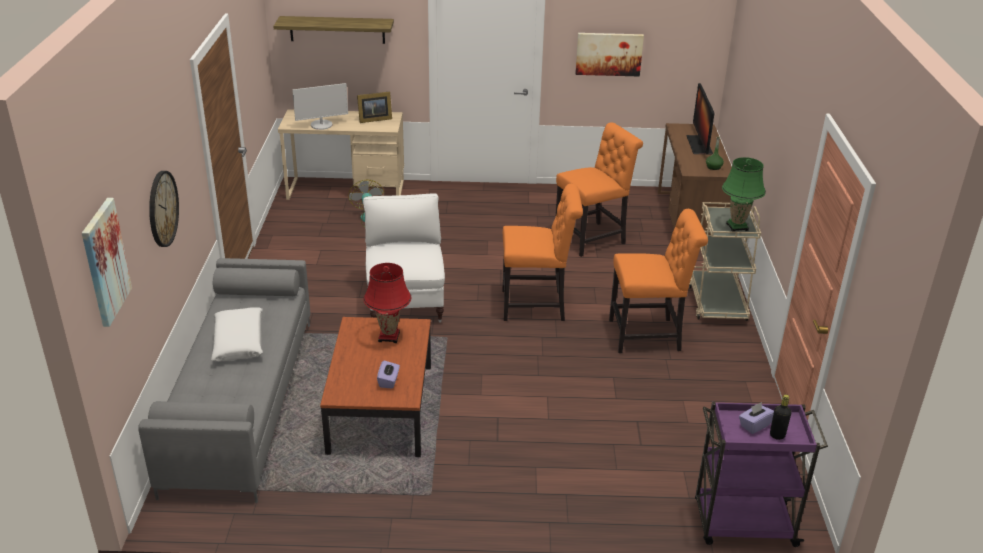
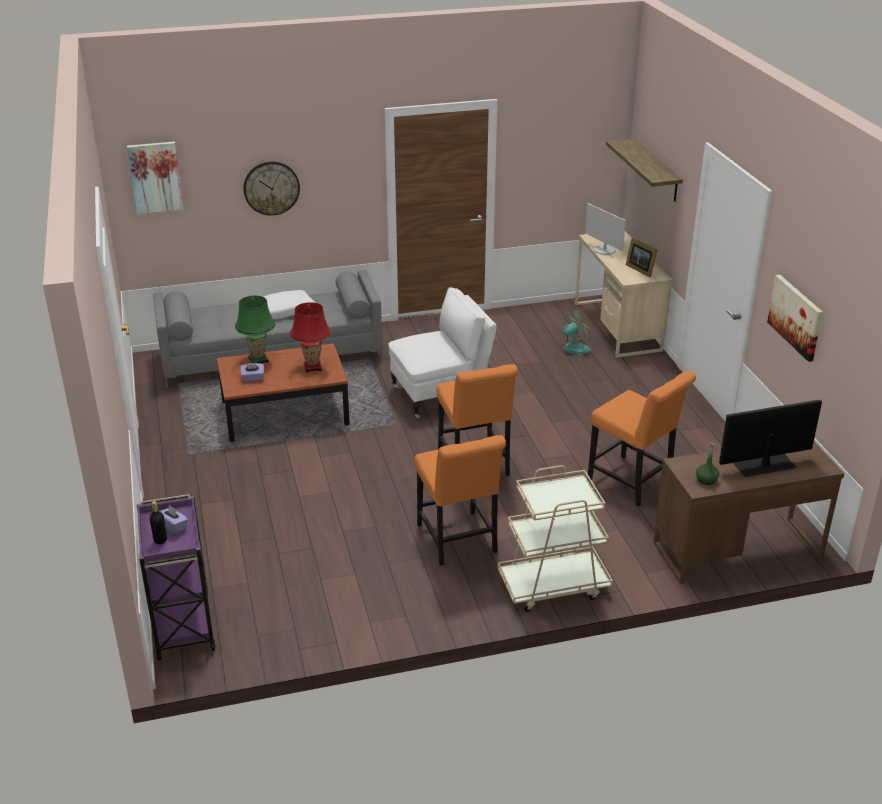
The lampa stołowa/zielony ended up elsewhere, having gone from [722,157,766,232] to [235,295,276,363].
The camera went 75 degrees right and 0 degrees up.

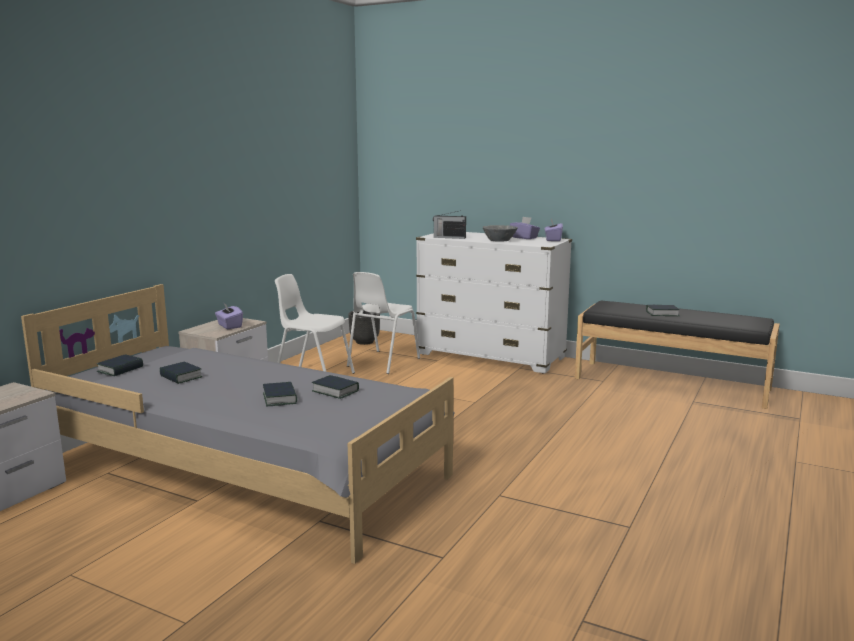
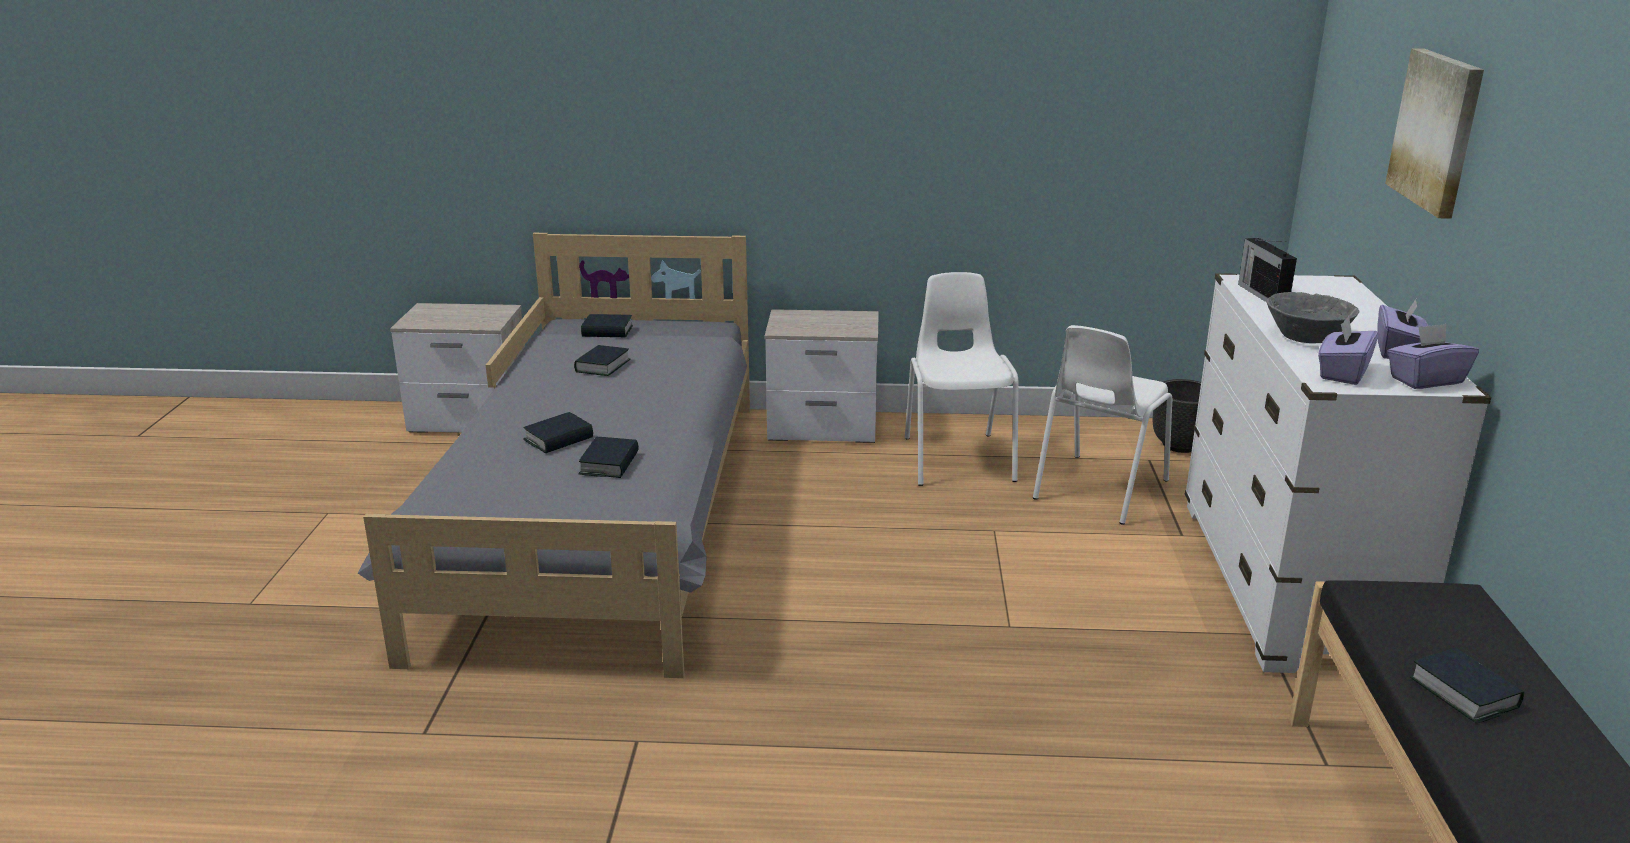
The krzesło/biały at [347,272,420,374] ended up facing another way, 60 degrees counterclockwise from before.
The pudełko chusteczek/fioletowy ended up elsewhere, having gone from [215,302,243,329] to [1318,316,1378,385].
The second view gained the obraz at [1385,48,1484,219].
The camera went 65 degrees right and 10 degrees up.

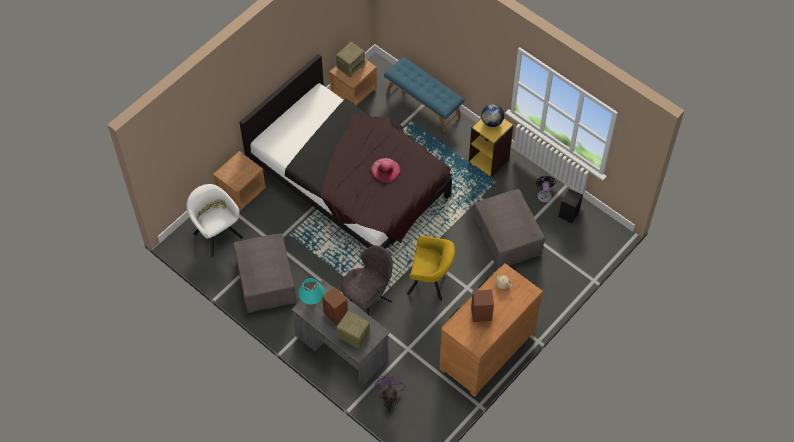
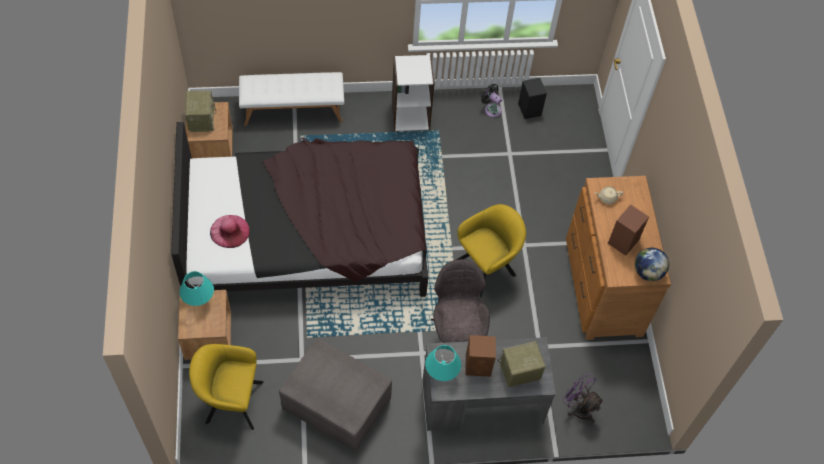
The second view gained the lampa stołowa/turkusowy at [179,271,214,306].
What was the fotel/biały at [186,184,243,257] turned into the fotel/żółty at [189,344,263,430].
The kapelusz/różowy ended up elsewhere, having gone from [371,158,400,183] to [210,215,250,248].
What was the ławka/niebieski at [384,57,464,132] turned into the ławka/biały at [239,72,344,126].
What was the regał/żółty at [469,118,514,177] turned into the regał/biały at [392,55,434,131].
The globus ended up elsewhere, having gone from [481,104,504,127] to [635,248,669,281].
The second view lost the pufa/szary at [473,189,545,269].
The camera went 50 degrees left and 0 degrees up.

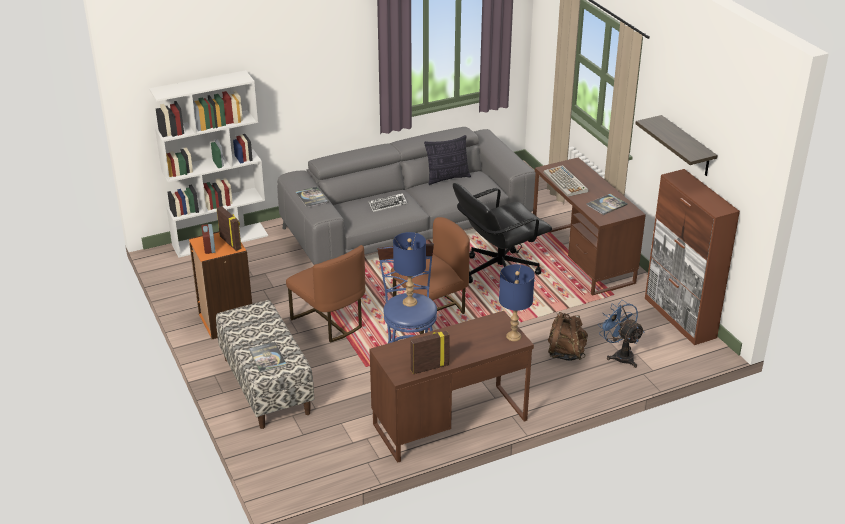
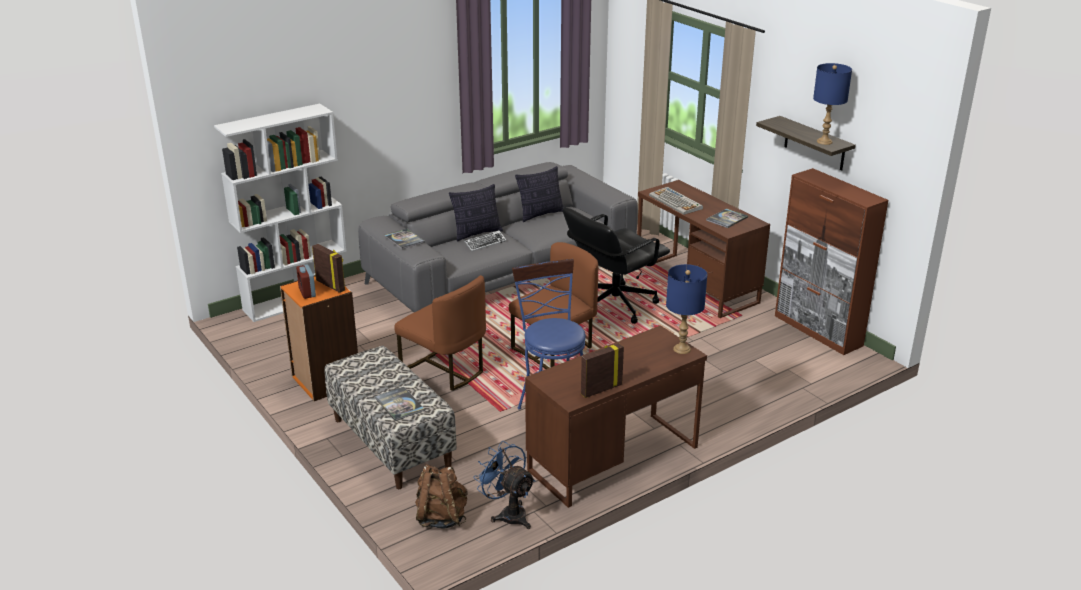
The plecak/brązowy ended up elsewhere, having gone from [548,312,588,361] to [415,464,468,529].
The second view gained the poduszka at [449,184,503,242].
The wentylator/niebieski ended up elsewhere, having gone from [598,300,645,368] to [474,441,536,529].
The lampa stołowa/niebieski ended up elsewhere, having gone from [393,232,426,307] to [813,63,852,145].
The camera went 10 degrees left and 5 degrees down.

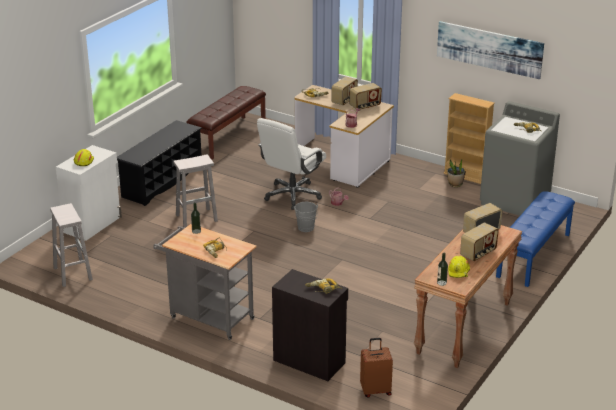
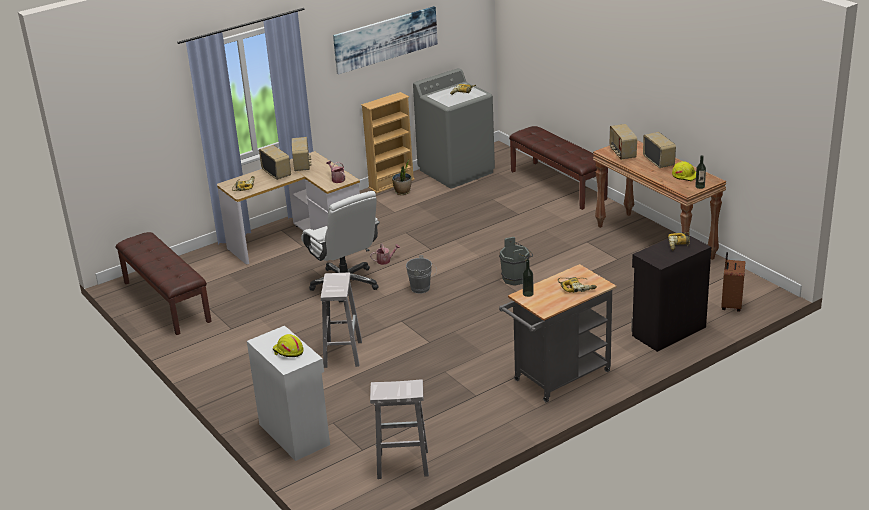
The second view gained the wiadro/szary at [499,237,533,285].
What was the ławka/niebieski at [496,191,575,287] turned into the ławka/brązowy at [509,126,608,210].
The second view lost the regał na buty/czarny at [117,120,202,206].
The camera went 65 degrees left and 0 degrees up.

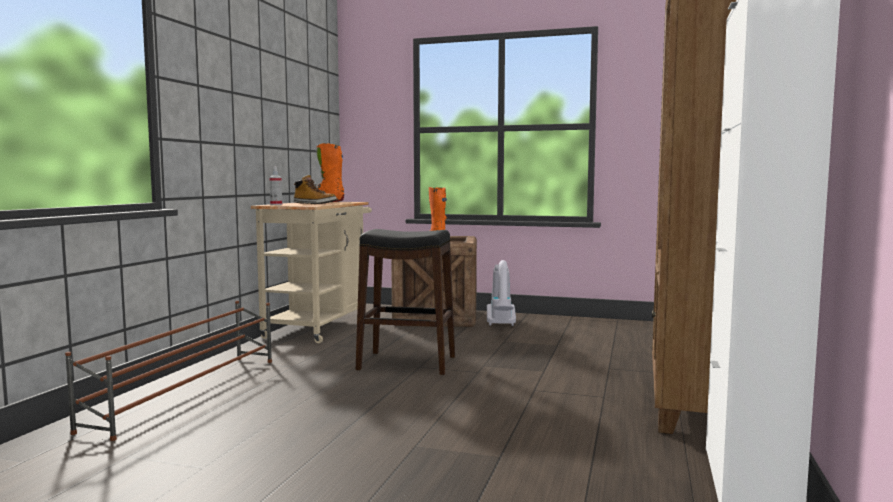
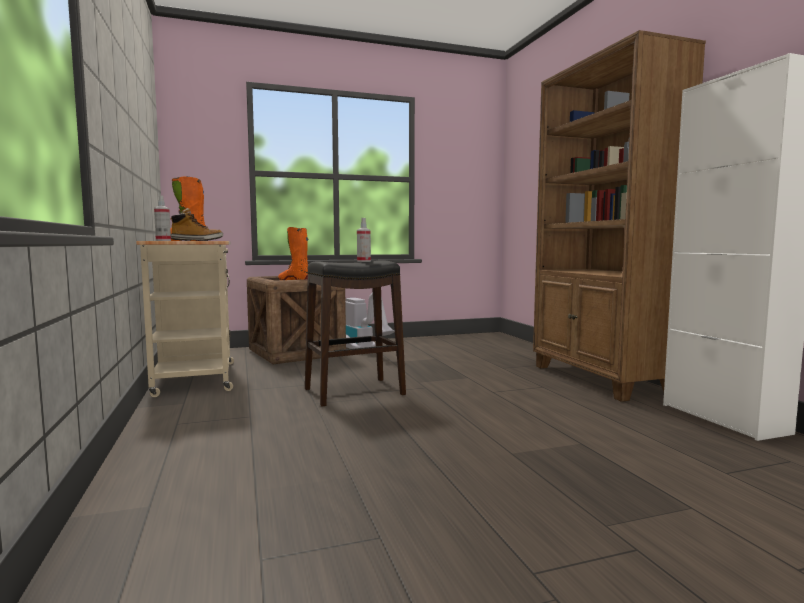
The second view gained the spryskiwacz at [357,218,371,262].
The second view lost the regał na buty/brązowy at [65,301,272,441].
The camera went 35 degrees left and 0 degrees up.

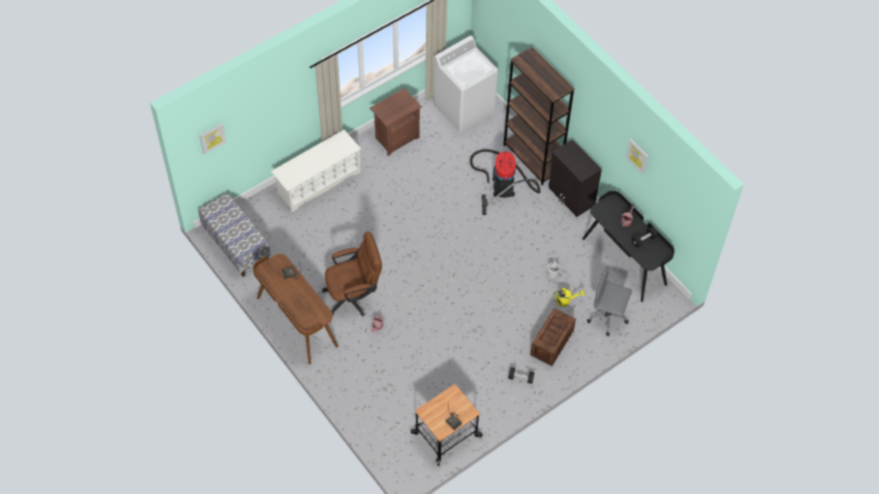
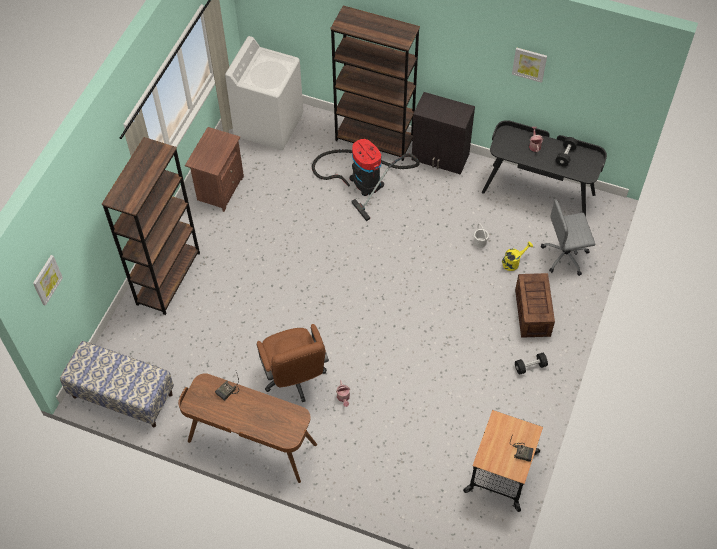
Where the regał na buty/biały stood at [271,130,361,212], the regał/brązowy came to stand at [102,137,200,315].
The krzesło biurowe/brązowy at [322,232,382,316] ended up facing another way, 120 degrees clockwise from before.
The camera went 30 degrees left and 0 degrees up.

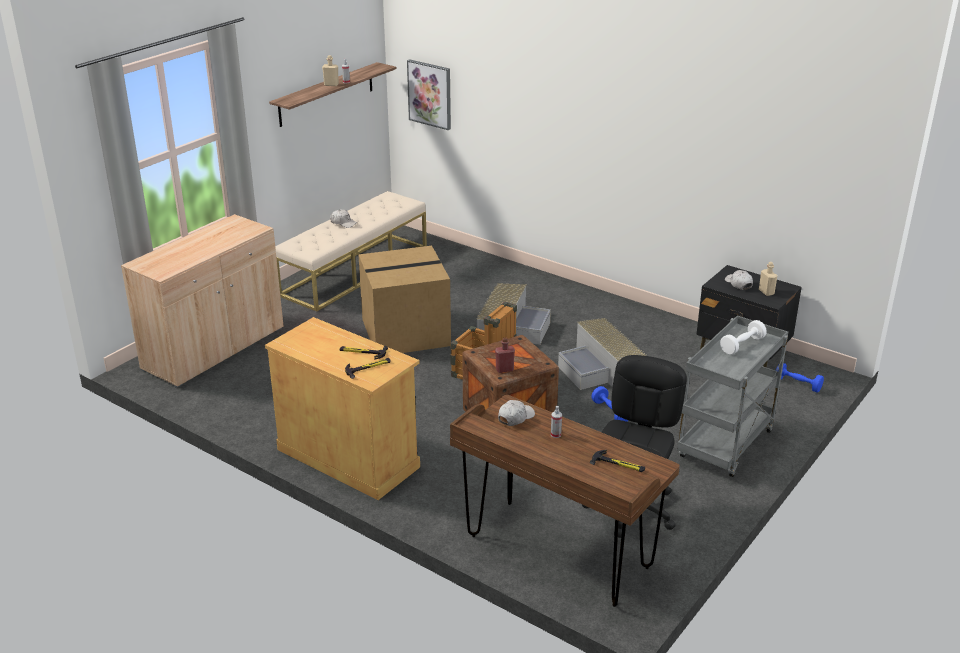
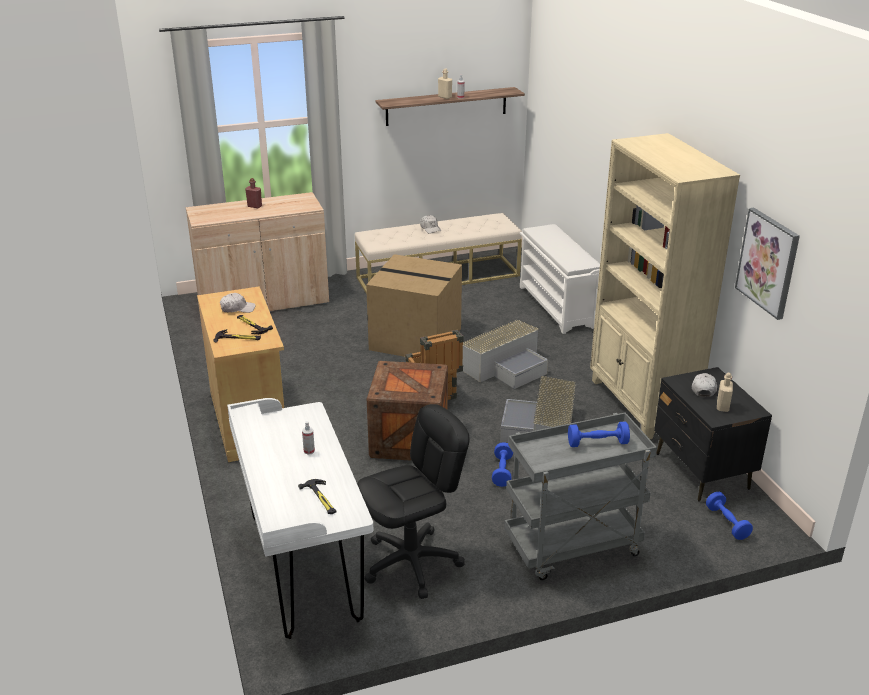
The czapka z daszkiem/biały ended up elsewhere, having gone from [498,400,535,426] to [220,293,255,313].
What was the biurko/brązowy at [450,395,680,607] turned into the biurko/biały at [227,398,373,639].
The butelka/czerwony ended up elsewhere, having gone from [495,337,515,373] to [245,178,262,208].
The second view gained the regał na buty/biały at [520,224,600,334].
What was the hantel/biały at [720,320,767,355] turned into the hantel/niebieski at [568,422,630,447].
The second view gained the regał/beżowy at [590,133,740,439].
The obraz ended up elsewhere, having gone from [407,59,451,130] to [735,208,800,320].
The camera went 35 degrees right and 0 degrees up.

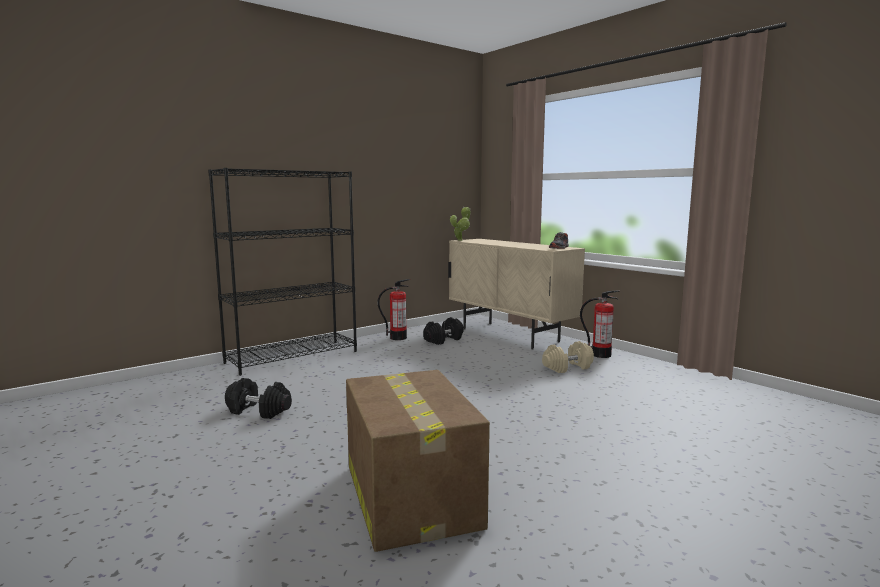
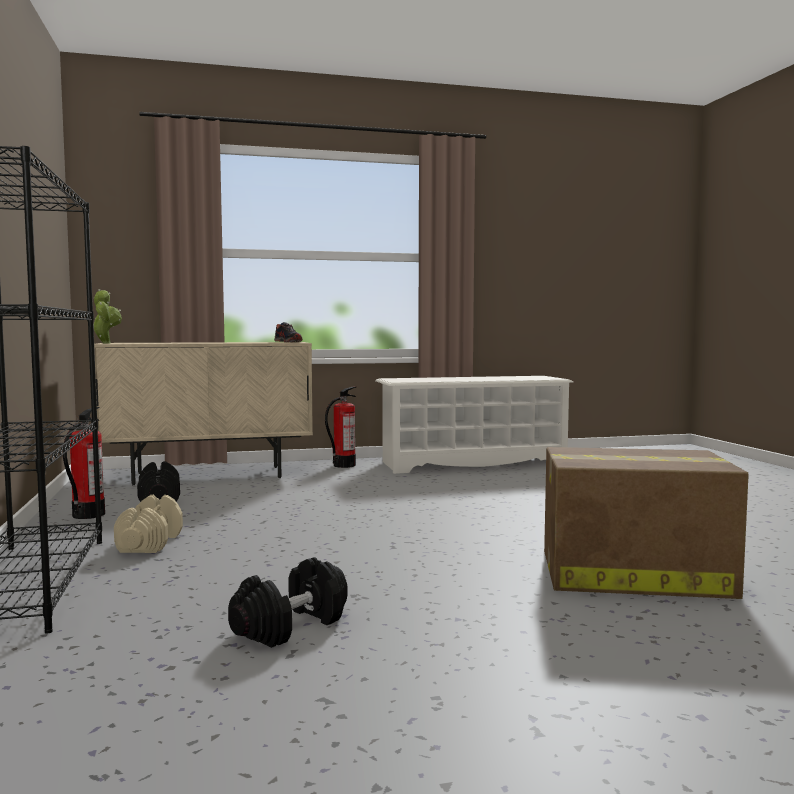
The hantel/beżowy ended up elsewhere, having gone from [542,341,594,373] to [114,495,183,553].
The second view gained the regał na buty/biały at [375,376,573,474].
The camera went 65 degrees left and 5 degrees down.

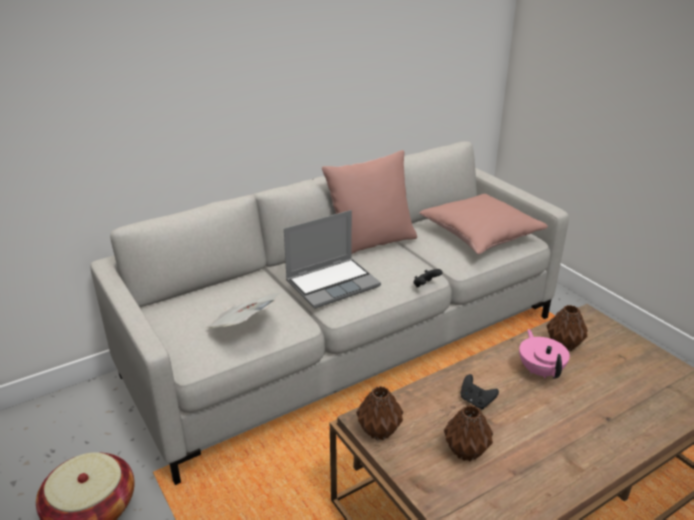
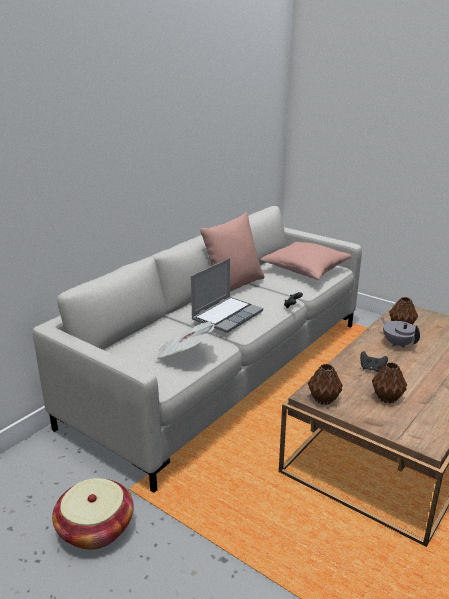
What was the imbryk/różowy at [519,329,570,379] turned into the imbryk/szary at [381,318,420,348].
The camera went 20 degrees left and 5 degrees down.

